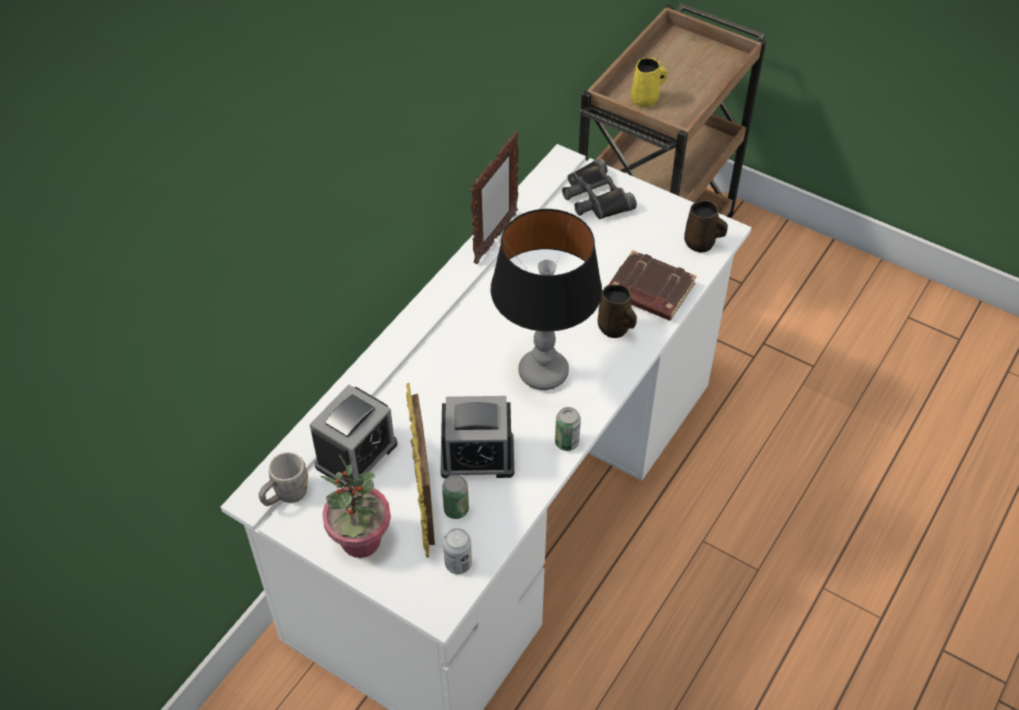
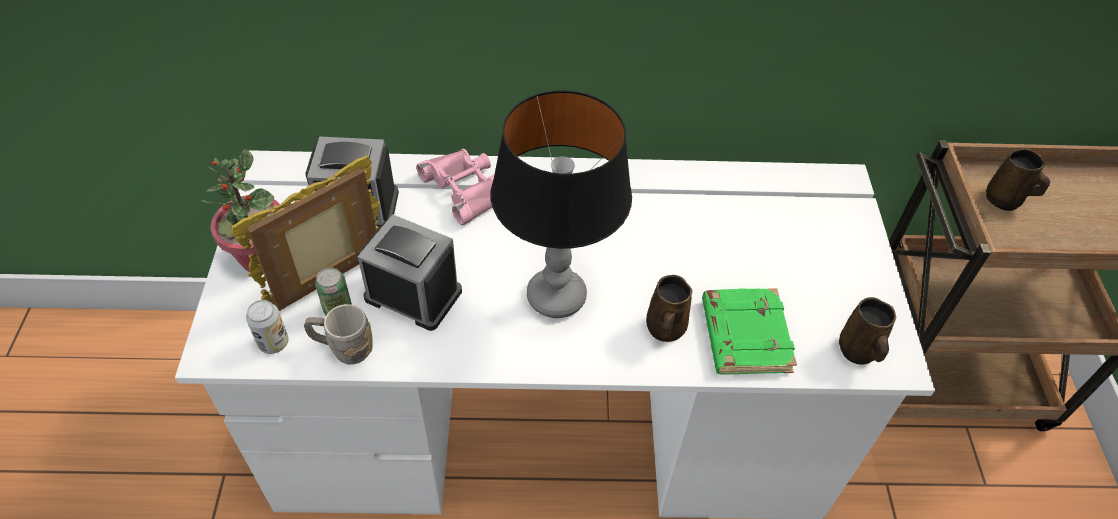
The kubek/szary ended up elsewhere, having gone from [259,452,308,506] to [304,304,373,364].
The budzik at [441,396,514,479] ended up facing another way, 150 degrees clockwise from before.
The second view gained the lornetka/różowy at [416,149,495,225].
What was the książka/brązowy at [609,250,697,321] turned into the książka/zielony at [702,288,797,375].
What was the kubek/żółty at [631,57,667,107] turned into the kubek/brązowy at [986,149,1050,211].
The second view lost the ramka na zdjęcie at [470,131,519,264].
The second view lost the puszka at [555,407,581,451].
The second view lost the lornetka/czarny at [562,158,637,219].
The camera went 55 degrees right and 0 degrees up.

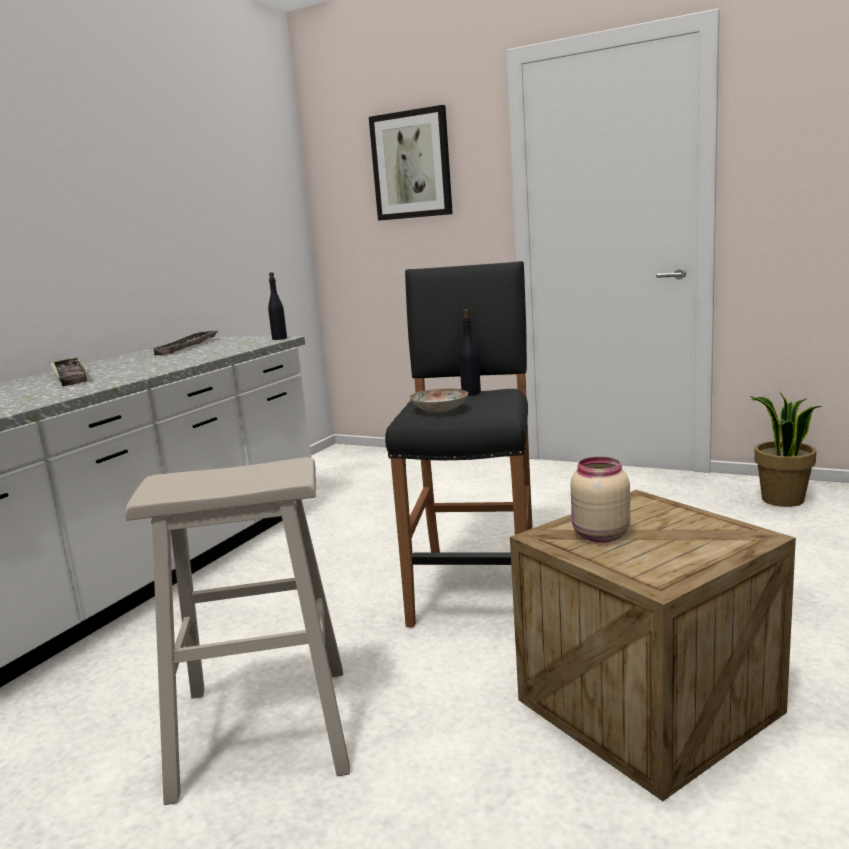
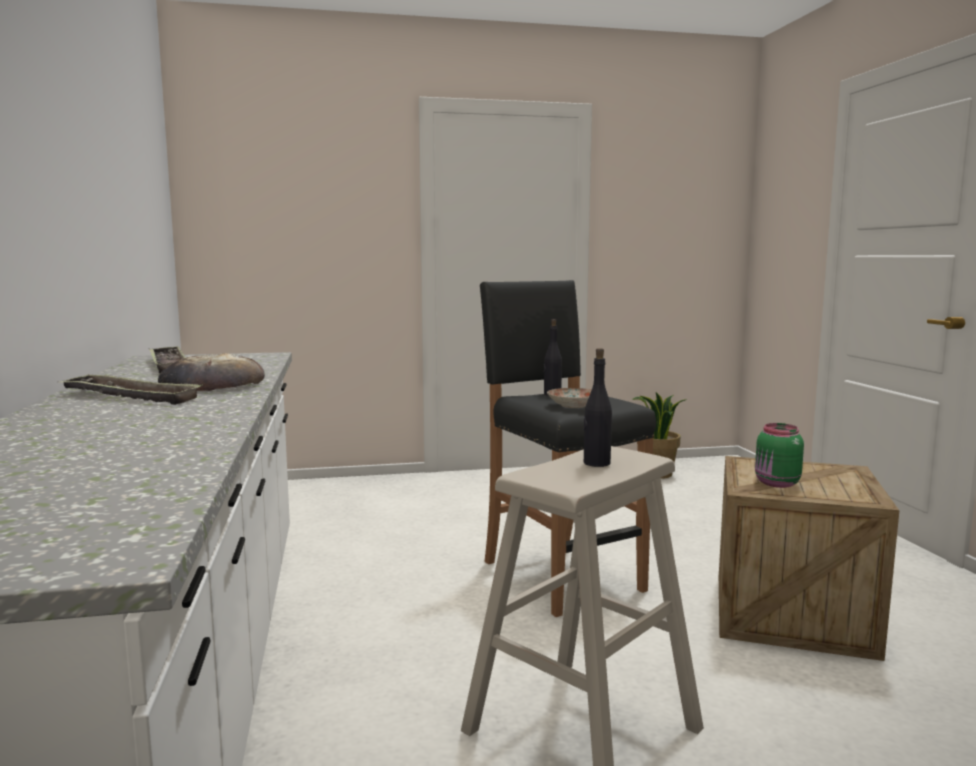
The second view gained the chleb at [158,353,265,391].
The butelka/czarny ended up elsewhere, having gone from [268,272,287,340] to [583,348,612,467].
What was the słoik/beżowy at [571,457,630,543] turned into the słoik/zielony at [755,423,804,488].
The second view lost the obraz at [369,105,453,221].
The camera went 40 degrees left and 5 degrees down.

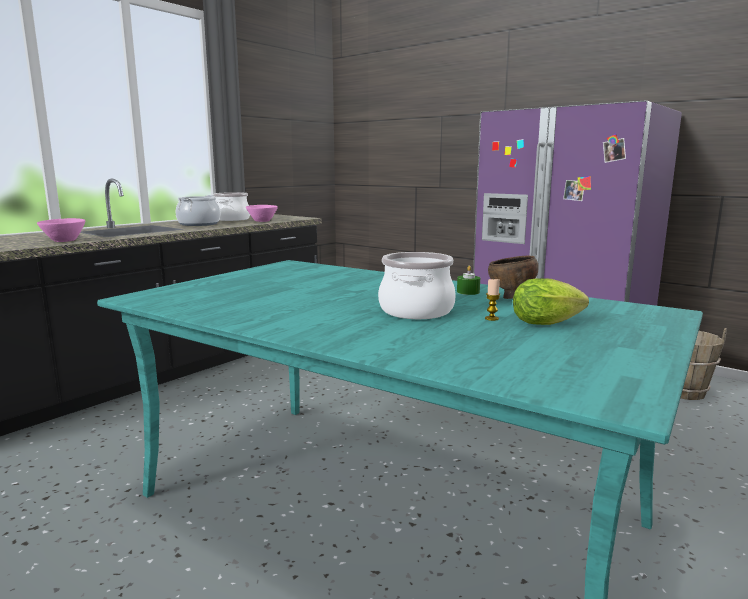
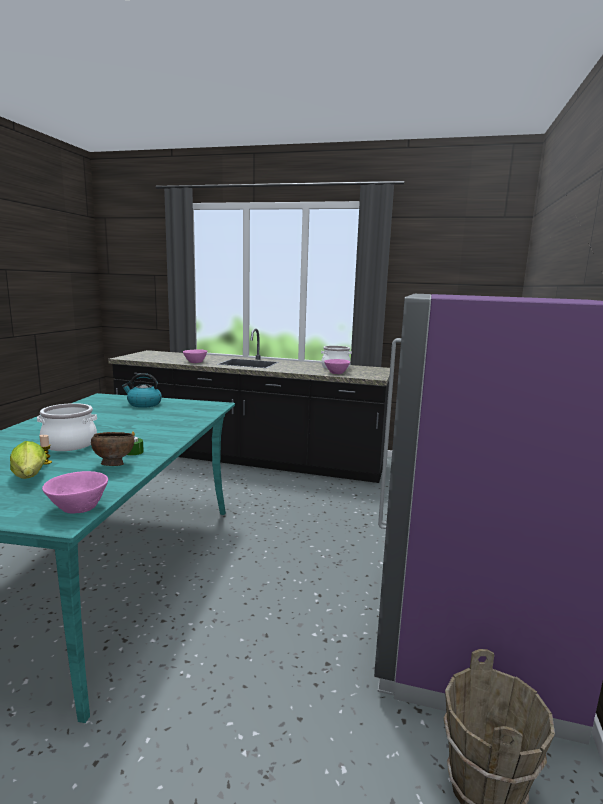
The second view gained the miska/różowy at [42,471,108,514].
The second view gained the czajnik at [122,373,162,408].
The second view lost the garnek at [176,195,220,226].
The camera went 65 degrees right and 0 degrees up.

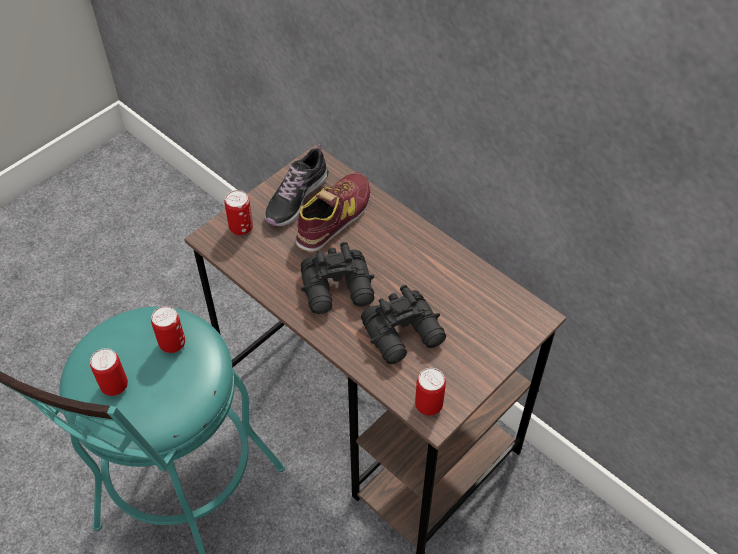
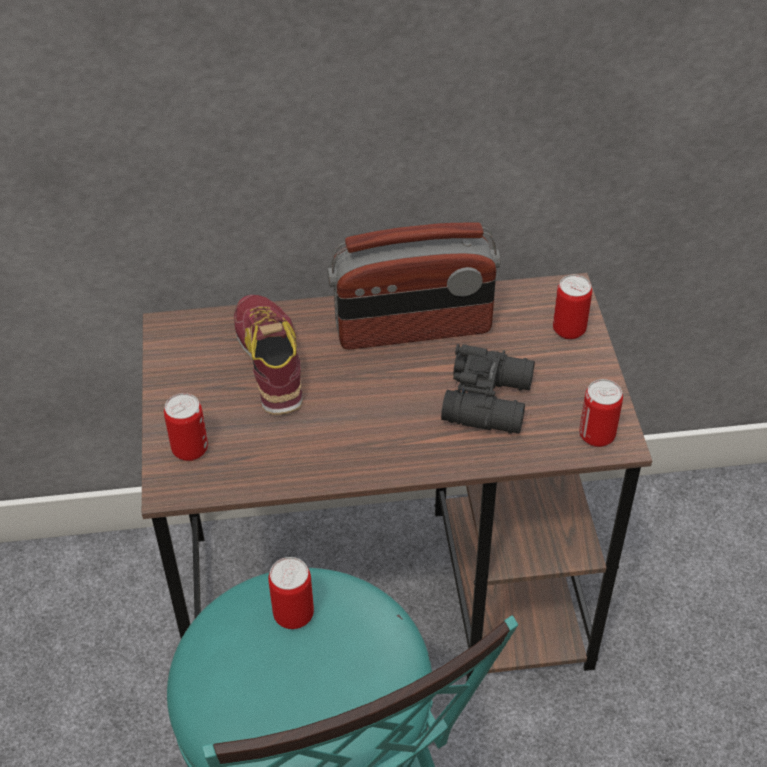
The second view gained the radio at [327,222,500,350].
The puszka ended up elsewhere, having gone from [90,348,128,396] to [553,275,592,340].
The second view lost the but at [265,144,328,226].
The second view lost the lornetka/czarny at [301,242,374,314].
The camera went 50 degrees left and 5 degrees down.

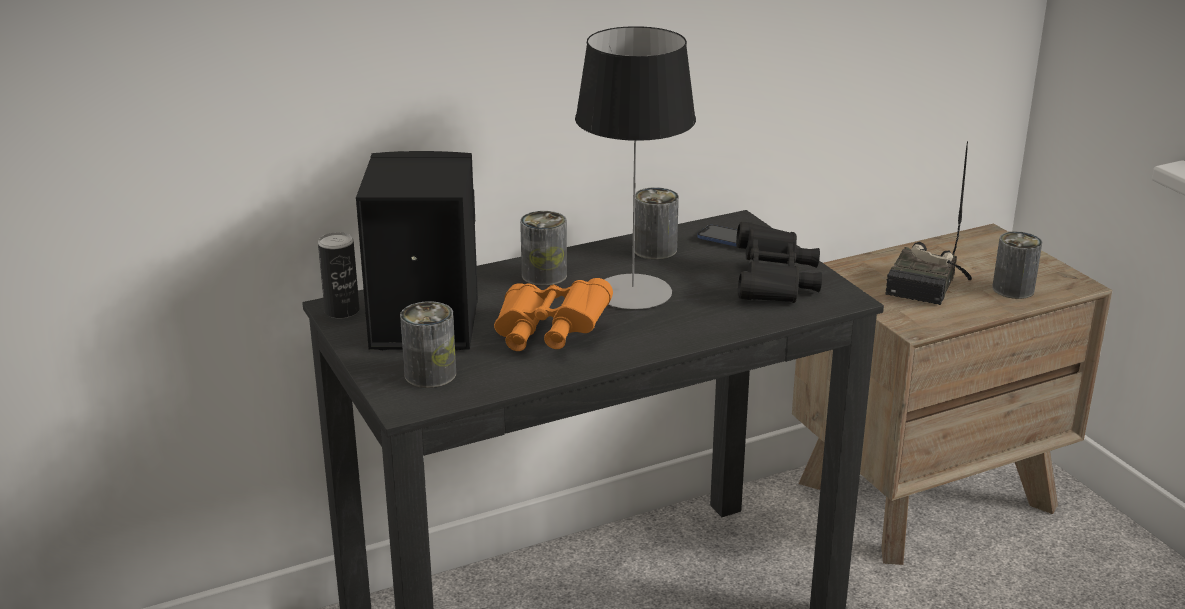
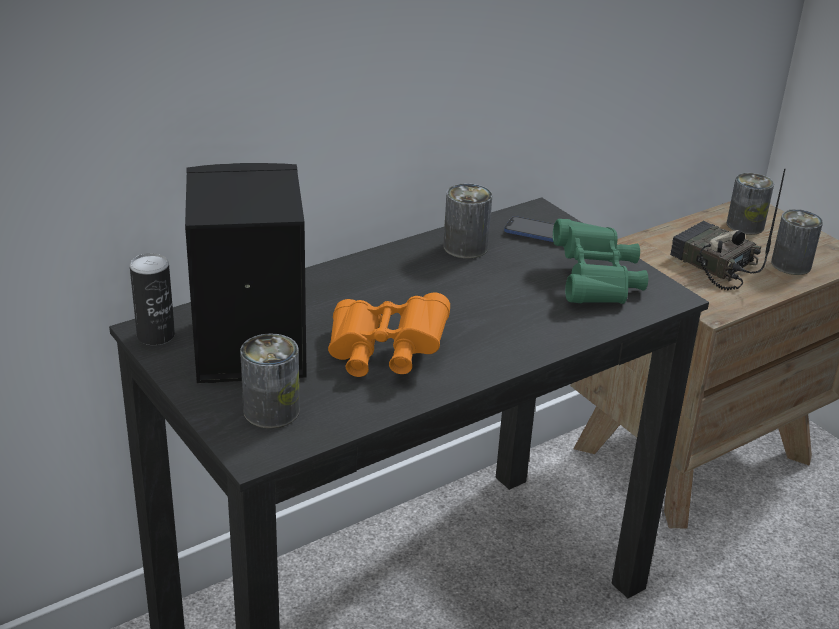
What was the lornetka/czarny at [736,222,822,303] turned into the lornetka/zielony at [553,219,648,304].
The radio at [885,141,972,305] ended up facing another way, 120 degrees clockwise from before.
The puszka ended up elsewhere, having gone from [520,211,567,286] to [727,173,774,235].
The second view lost the lampa stołowa at [575,26,696,309].
The camera went 10 degrees left and 5 degrees up.

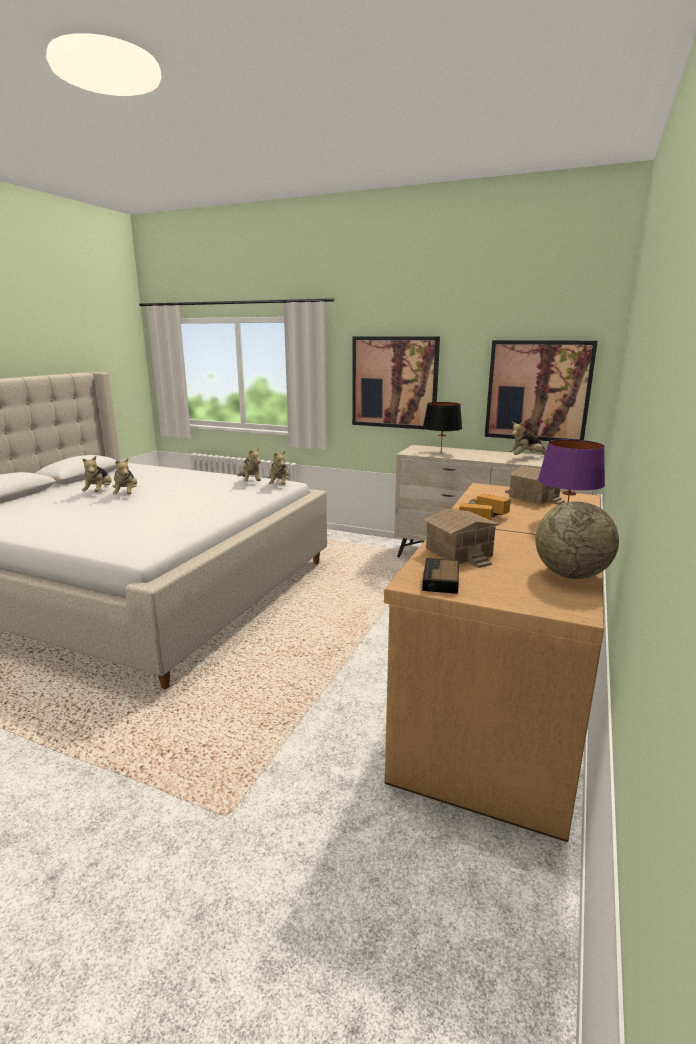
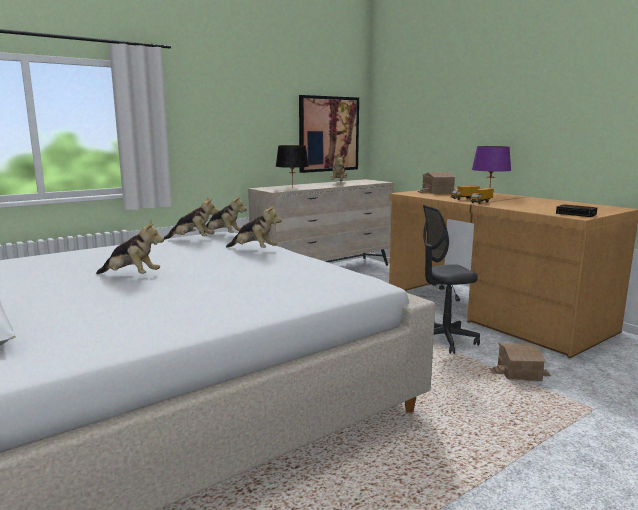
The pluszak ended up elsewhere, having gone from [82,456,112,492] to [226,205,282,248].
The second view gained the krzesło biurowe/szary at [423,205,480,354].
The domek ended up elsewhere, having gone from [423,509,500,568] to [489,343,550,381].
The second view lost the obraz at [352,336,440,430].
The second view lost the globus at [535,501,619,579].
The camera went 60 degrees left and 5 degrees down.

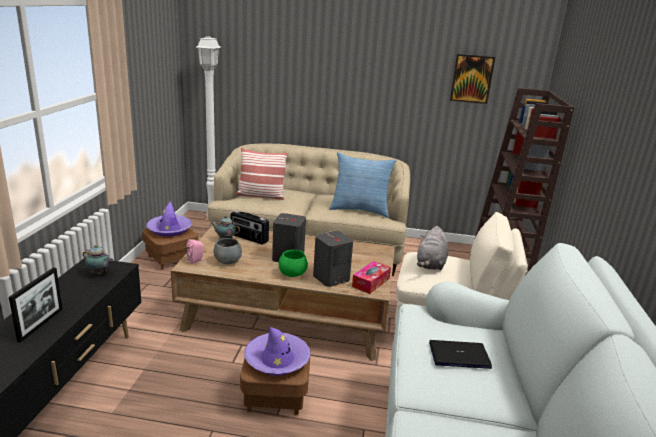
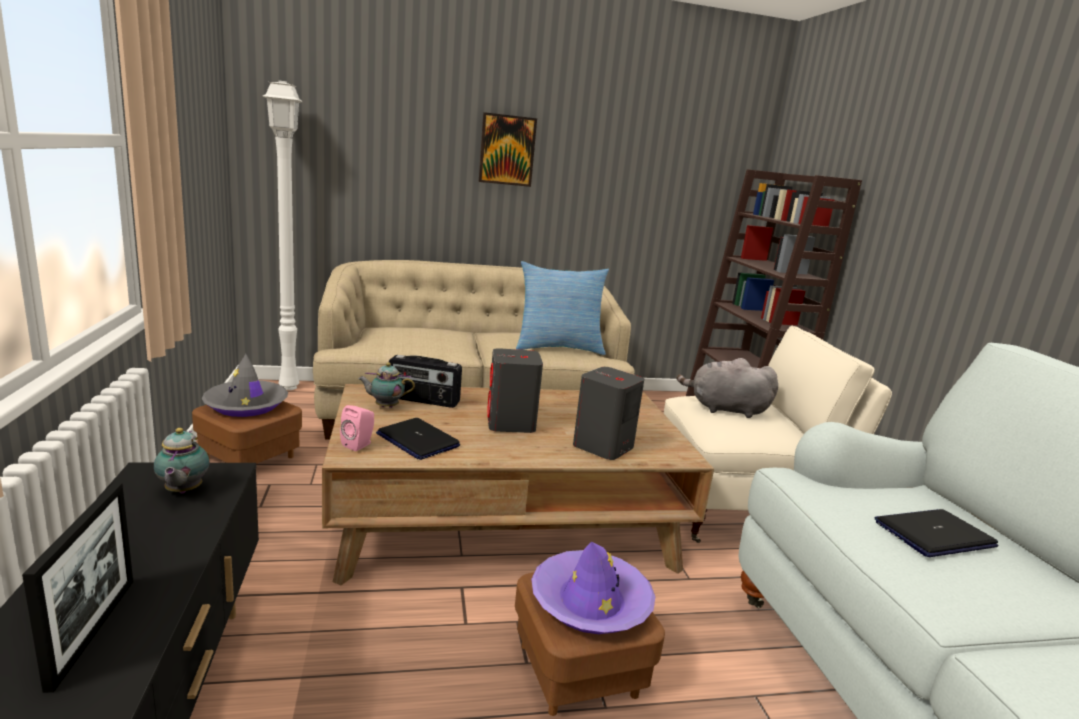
The imbryk at [83,245,114,274] ended up facing another way, 75 degrees clockwise from before.
What was the kapelusz/fioletowy at [146,201,192,236] turned into the kapelusz/szary at [201,354,288,417].
Where the miska/szary stood at [213,238,242,264], the laptop came to stand at [376,418,460,460].
The obraz ended up elsewhere, having gone from [450,54,495,104] to [479,112,537,187].
The pluszak/szary at [417,226,448,270] ended up facing another way, 105 degrees clockwise from before.
The second view lost the poduszka at [236,148,288,200].
The second view lost the miska/zielony at [278,250,308,277].
The second view lost the pudełko chusteczek at [352,261,391,294].
The camera went 20 degrees left and 5 degrees down.

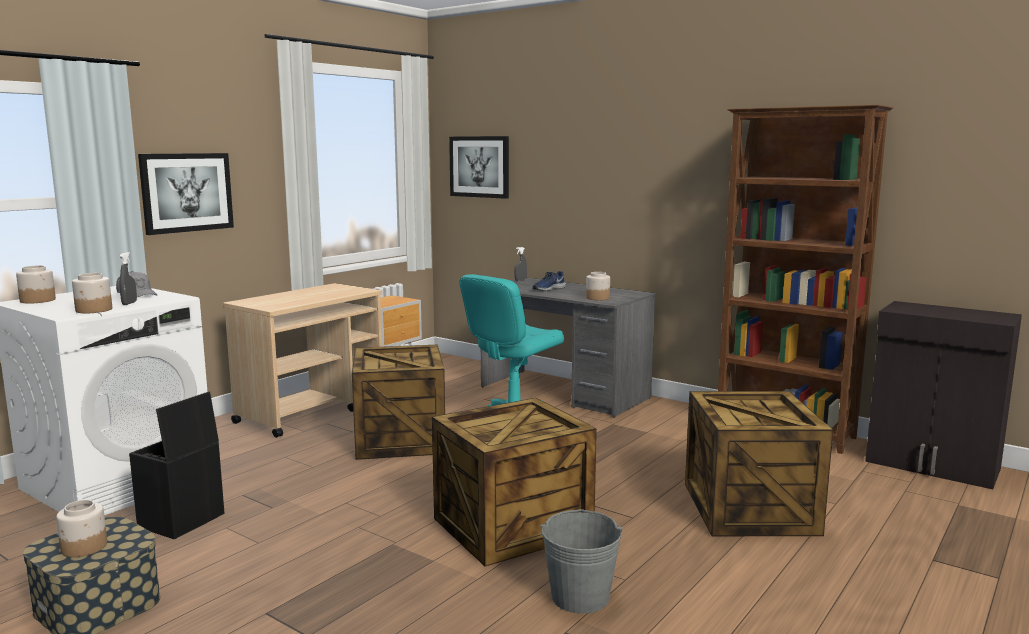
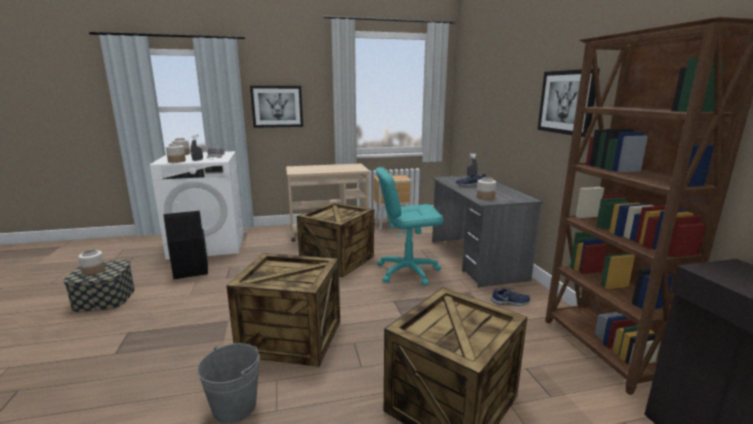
The second view gained the but/niebieski at [491,289,530,306].
The obraz ended up elsewhere, having gone from [449,136,509,199] to [537,69,600,137].
The camera went 40 degrees right and 5 degrees up.

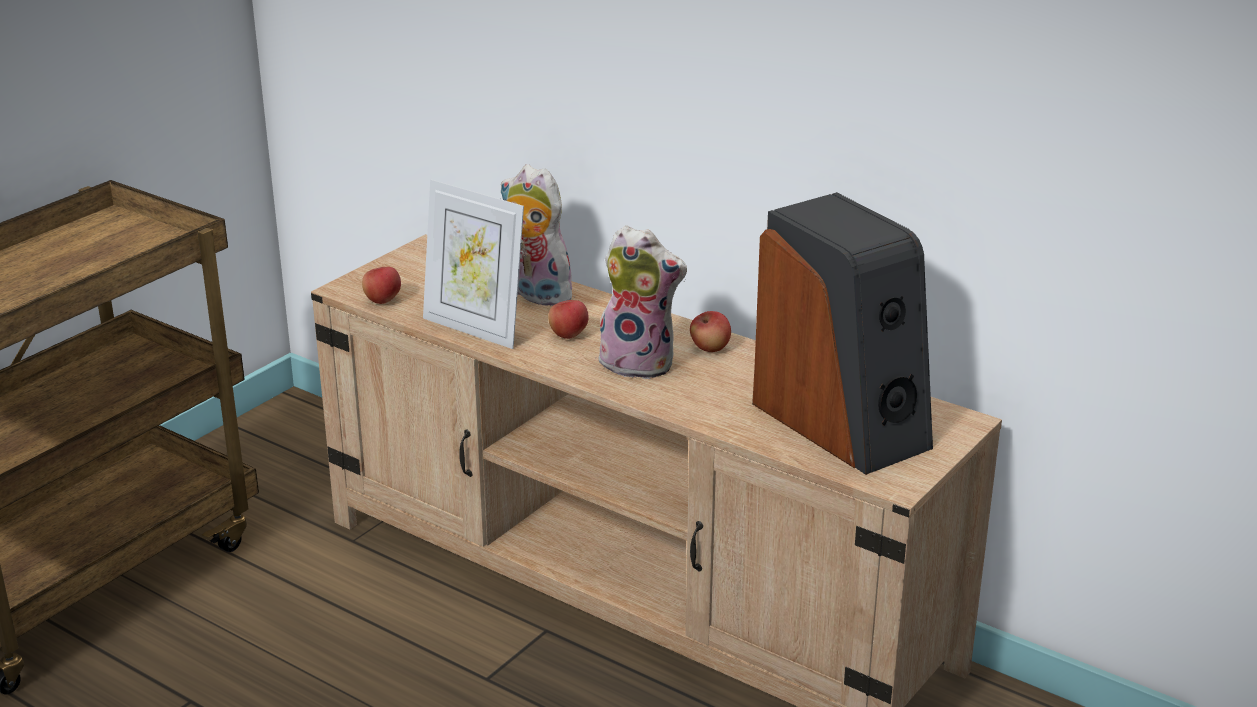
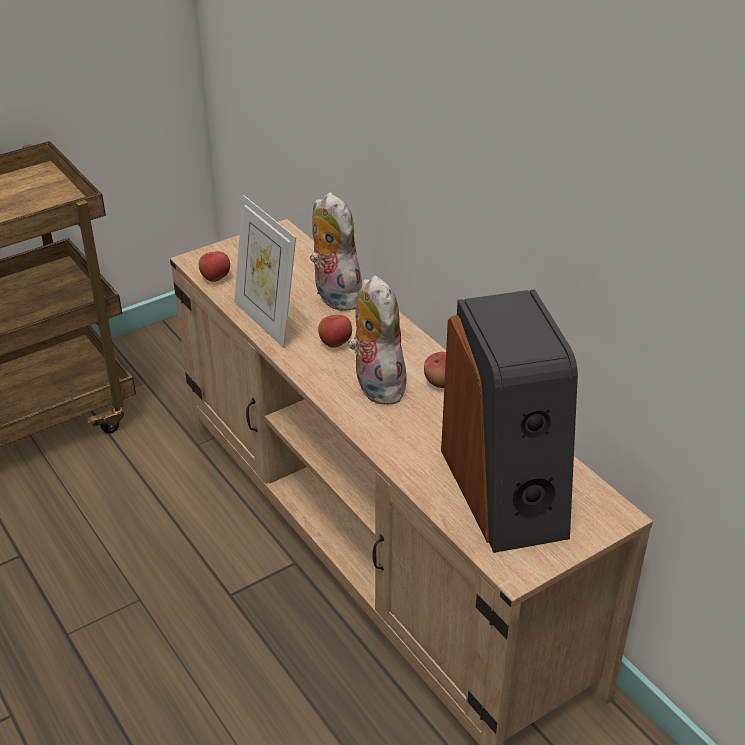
The pluszak at [595,225,687,380] ended up facing another way, 150 degrees counterclockwise from before.
The camera went 20 degrees right and 10 degrees up.

